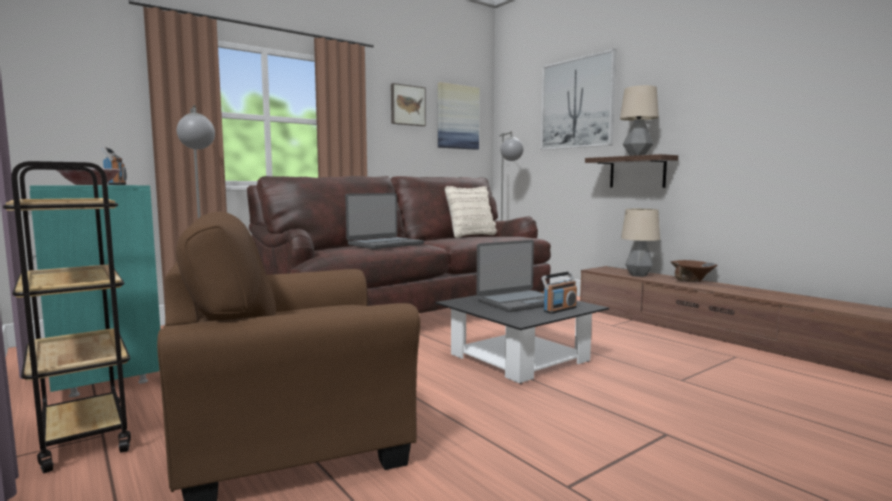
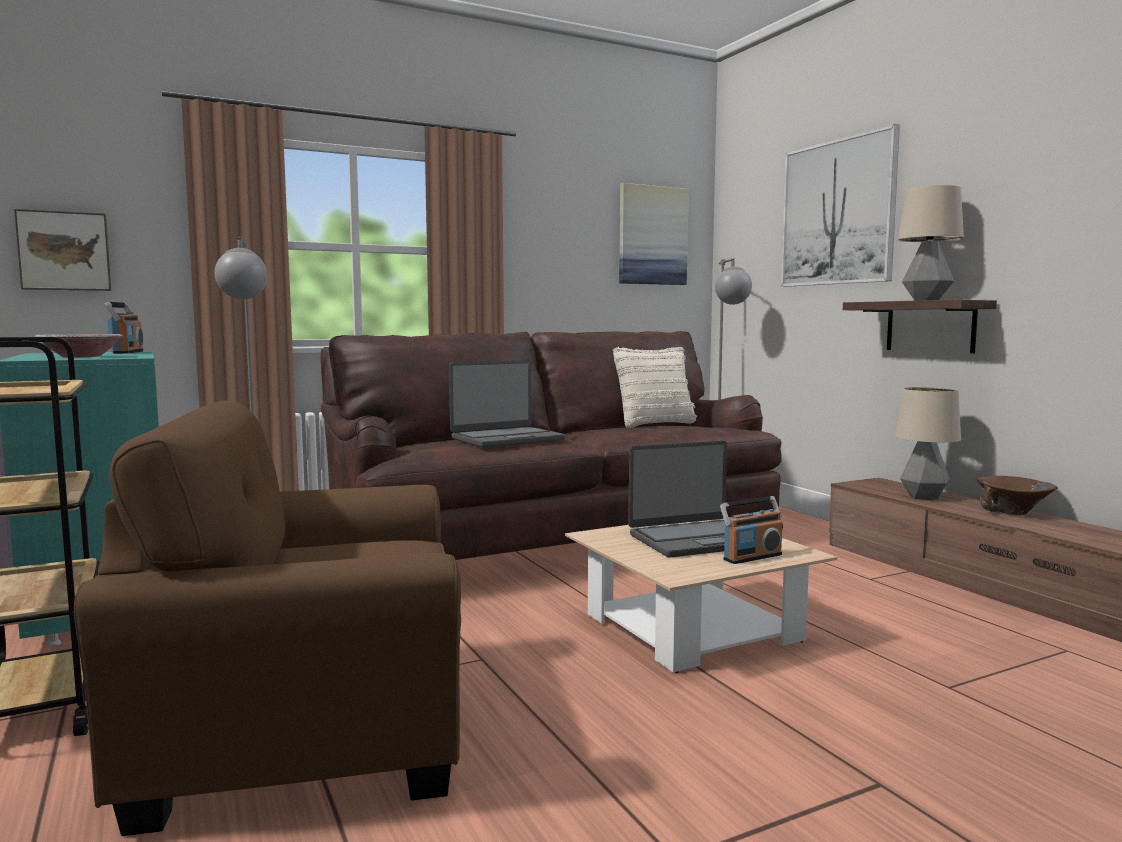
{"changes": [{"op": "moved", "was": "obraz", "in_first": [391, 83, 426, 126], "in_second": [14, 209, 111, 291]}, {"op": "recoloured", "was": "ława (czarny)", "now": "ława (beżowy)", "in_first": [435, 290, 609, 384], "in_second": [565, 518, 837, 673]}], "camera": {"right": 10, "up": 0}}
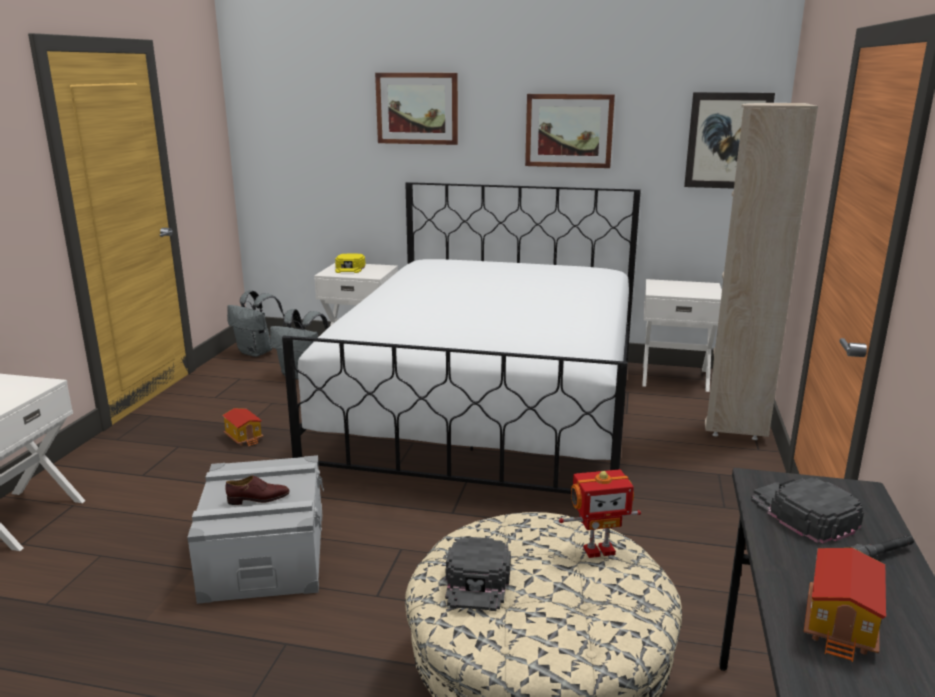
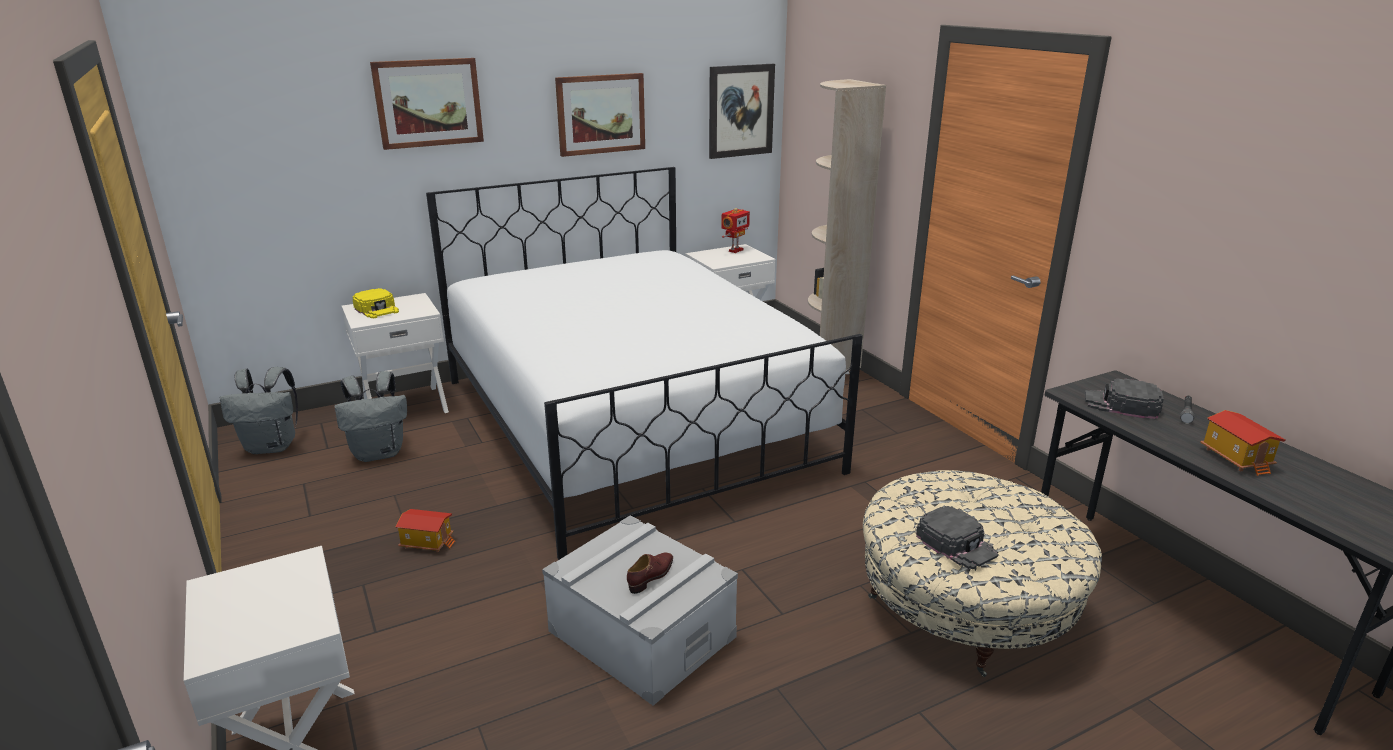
{"changes": [{"op": "moved", "was": "robot zabawkowy", "in_first": [559, 469, 641, 558], "in_second": [721, 208, 750, 253]}], "camera": {"right": -40, "up": 5}}
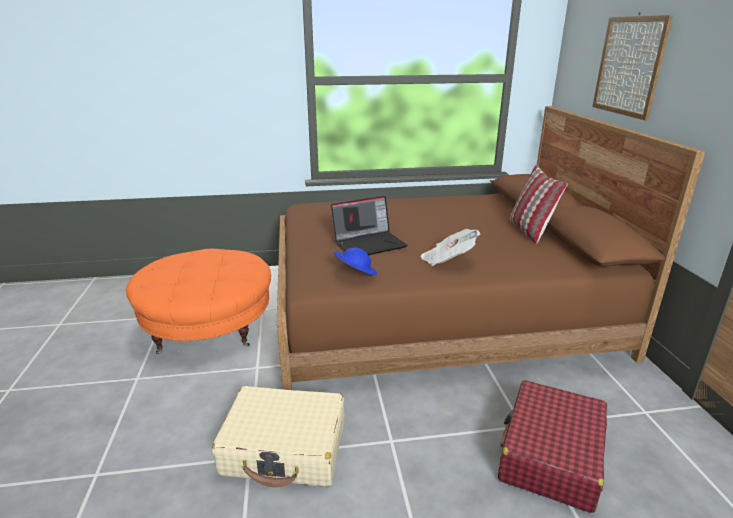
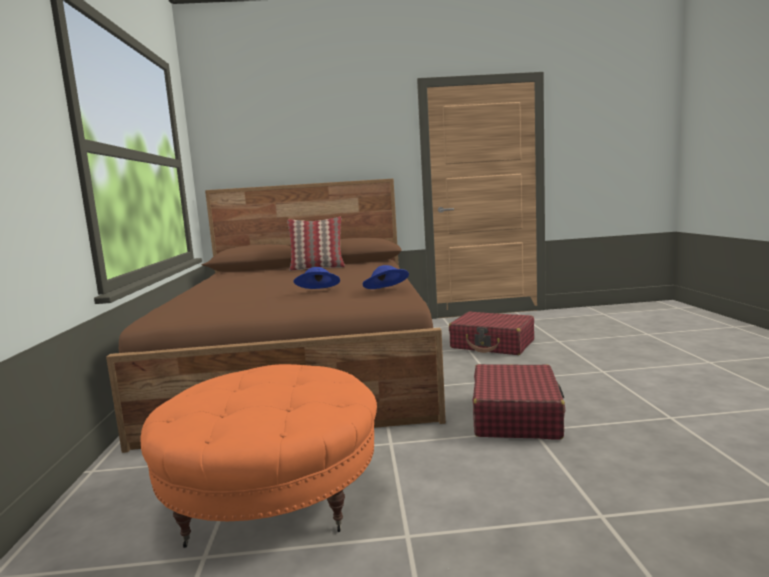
{"changes": [{"op": "removed", "was": "gazeta", "in_first": [421, 229, 480, 266]}, {"op": "removed", "was": "obraz", "in_first": [592, 12, 673, 120]}, {"op": "replaced", "was": "laptop", "now": "kapelusz (niebieski)", "in_first": [331, 196, 408, 255], "in_second": [293, 267, 340, 289]}, {"op": "recoloured", "was": "walizka (beżowy)", "now": "walizka (czerwony)", "in_first": [212, 386, 345, 488], "in_second": [472, 364, 565, 440]}], "camera": {"right": -85, "up": -15}}
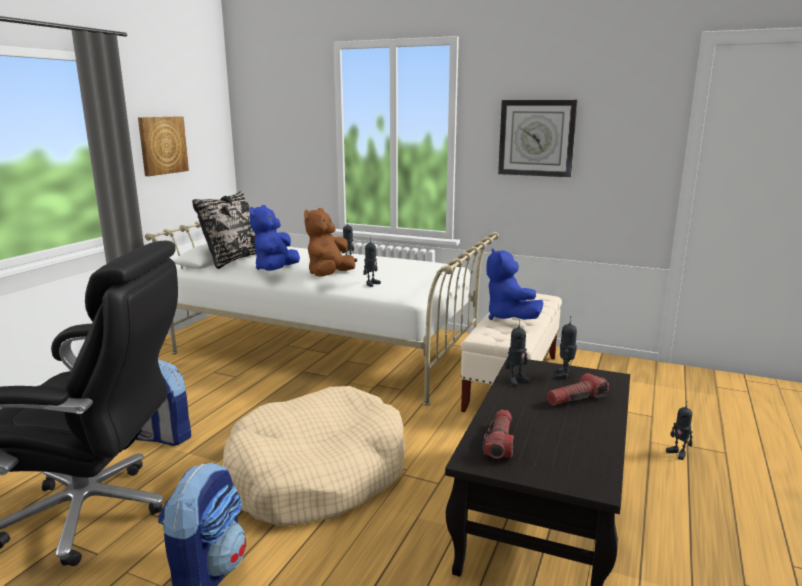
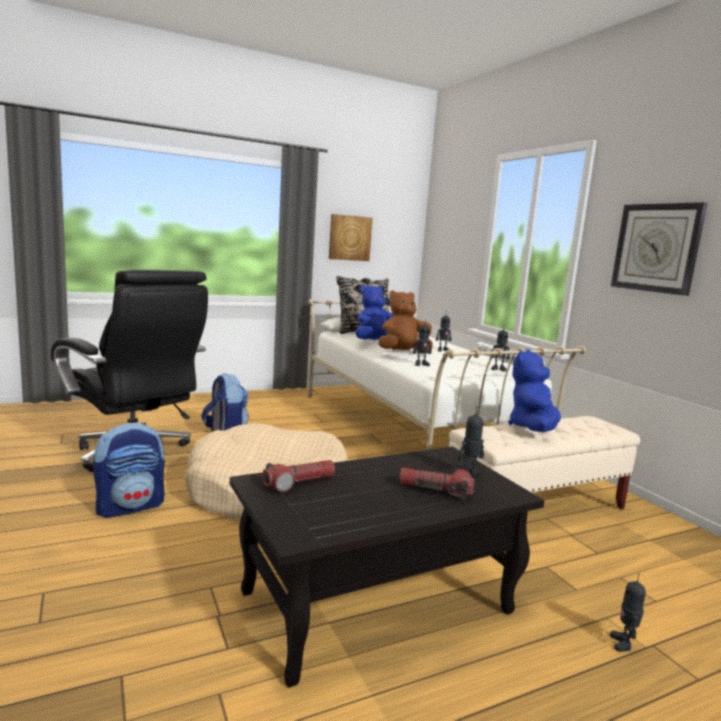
{"changes": [{"op": "moved", "was": "robot zabawkowy", "in_first": [505, 320, 530, 386], "in_second": [490, 324, 510, 371]}], "camera": {"right": 40, "up": -5}}
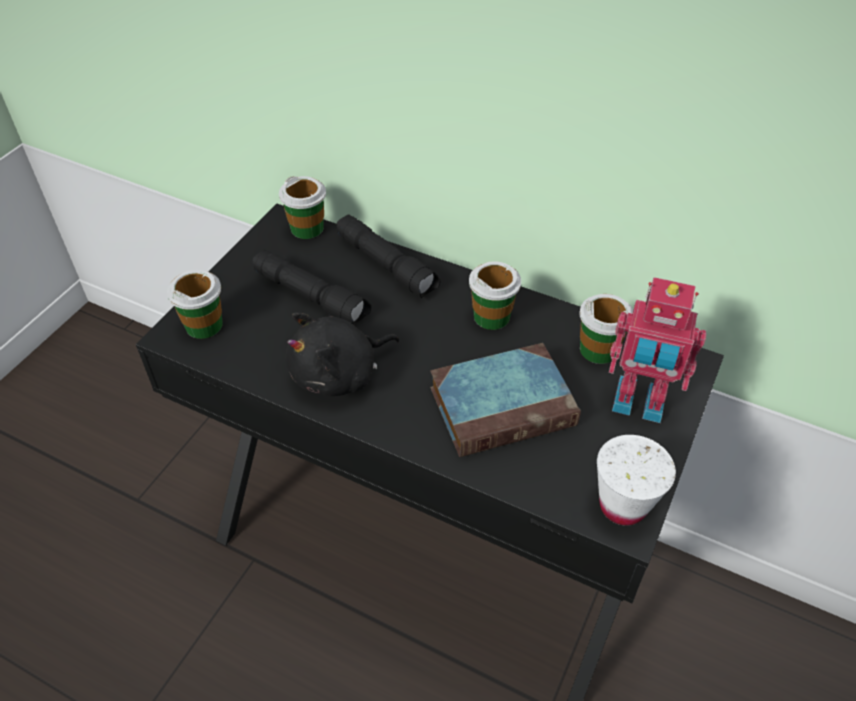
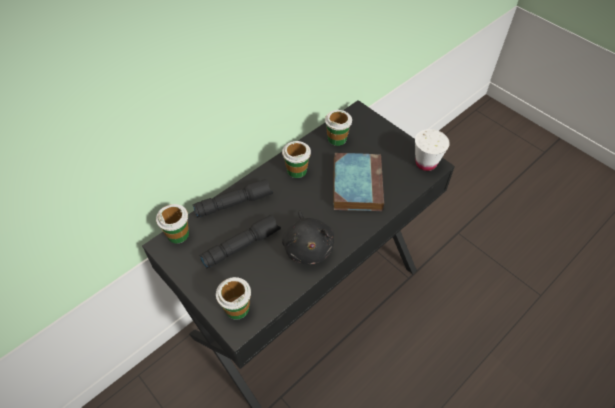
{"changes": [{"op": "removed", "was": "robot zabawkowy", "in_first": [609, 277, 706, 423]}], "camera": {"right": -70, "up": 5}}
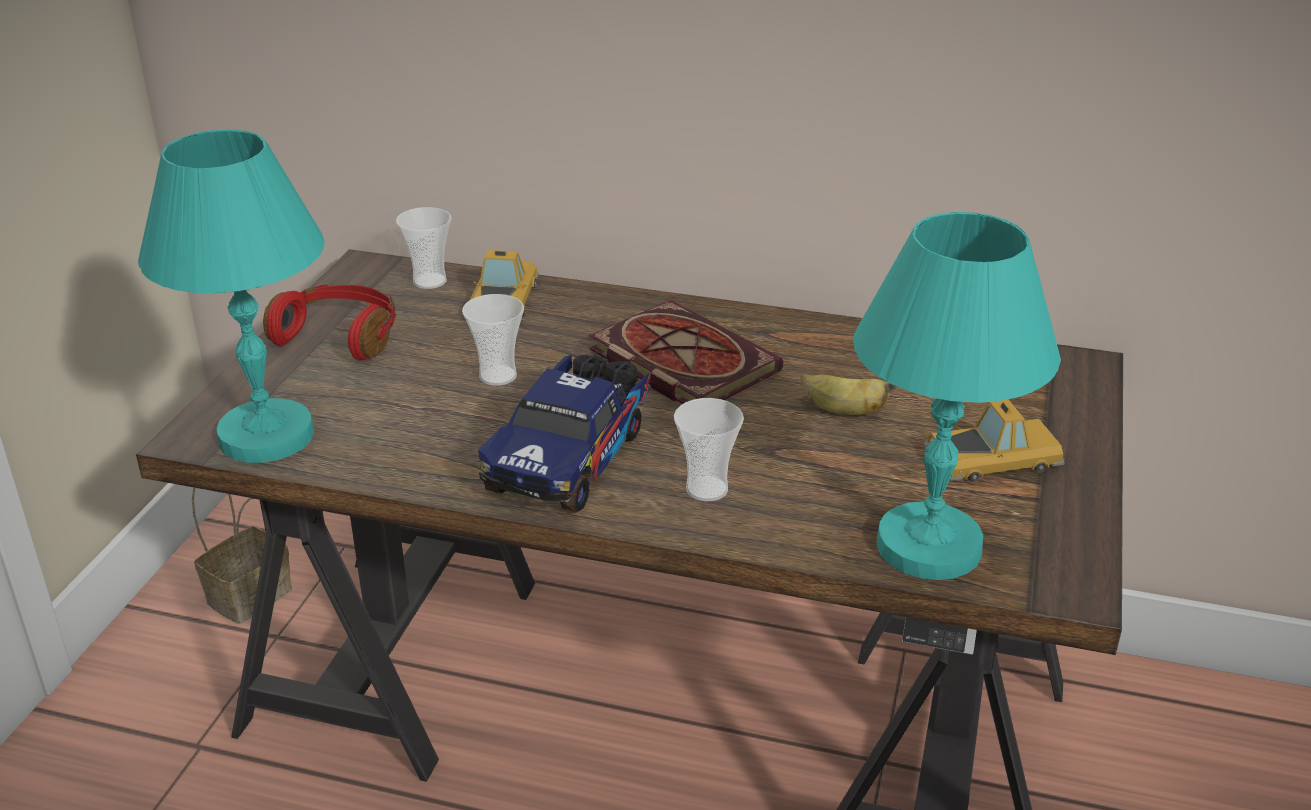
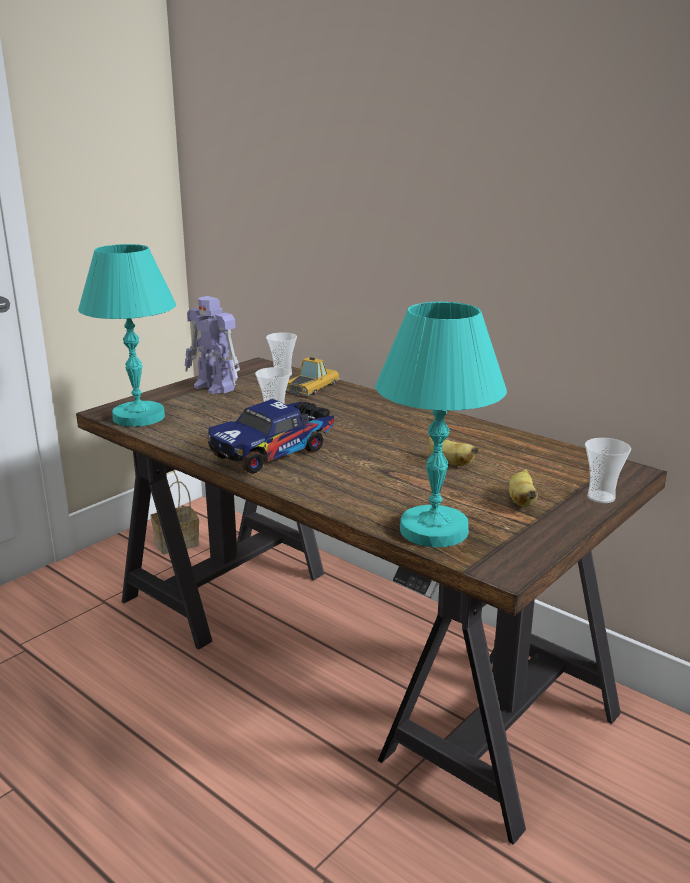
{"changes": [{"op": "removed", "was": "książka", "in_first": [589, 300, 783, 404]}, {"op": "moved", "was": "filiżanka", "in_first": [674, 398, 744, 502], "in_second": [585, 438, 631, 503]}, {"op": "replaced", "was": "słuchawki (czerwony)", "now": "robot zabawkowy", "in_first": [263, 284, 396, 360], "in_second": [185, 296, 240, 394]}, {"op": "replaced", "was": "samochodzik", "now": "banan", "in_first": [924, 399, 1065, 482], "in_second": [508, 469, 538, 507]}], "camera": {"right": 25, "up": -10}}
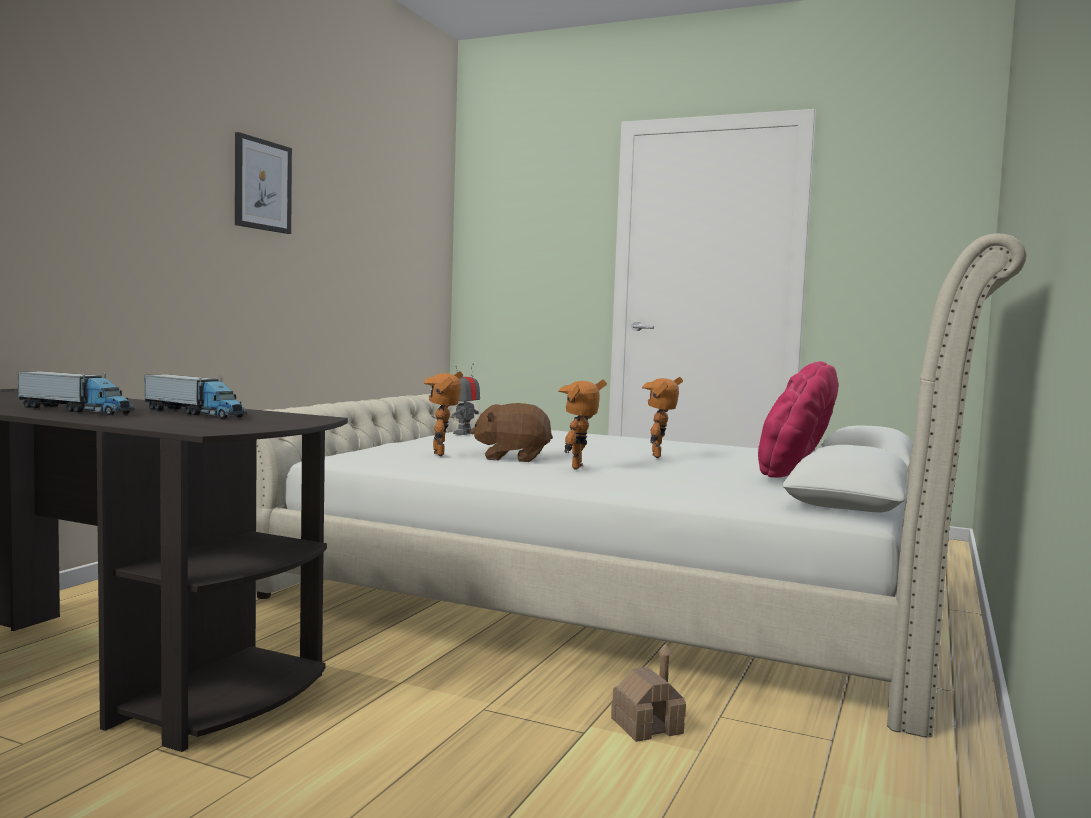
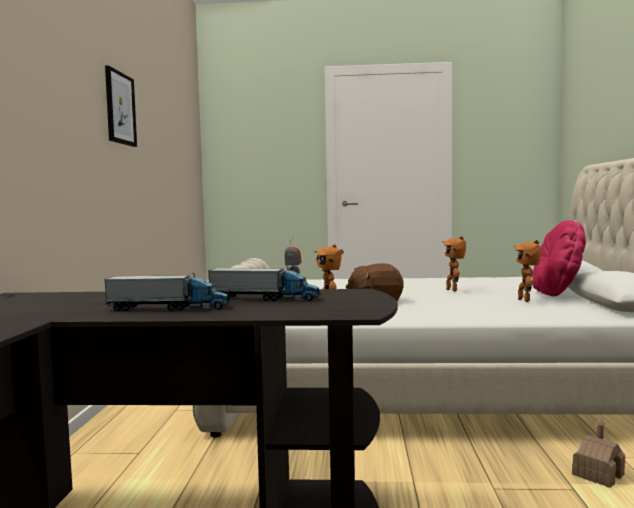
{"changes": [{"op": "moved", "was": "robot zabawkowy", "in_first": [558, 379, 607, 470], "in_second": [514, 240, 541, 302]}], "camera": {"right": -20, "up": 0}}
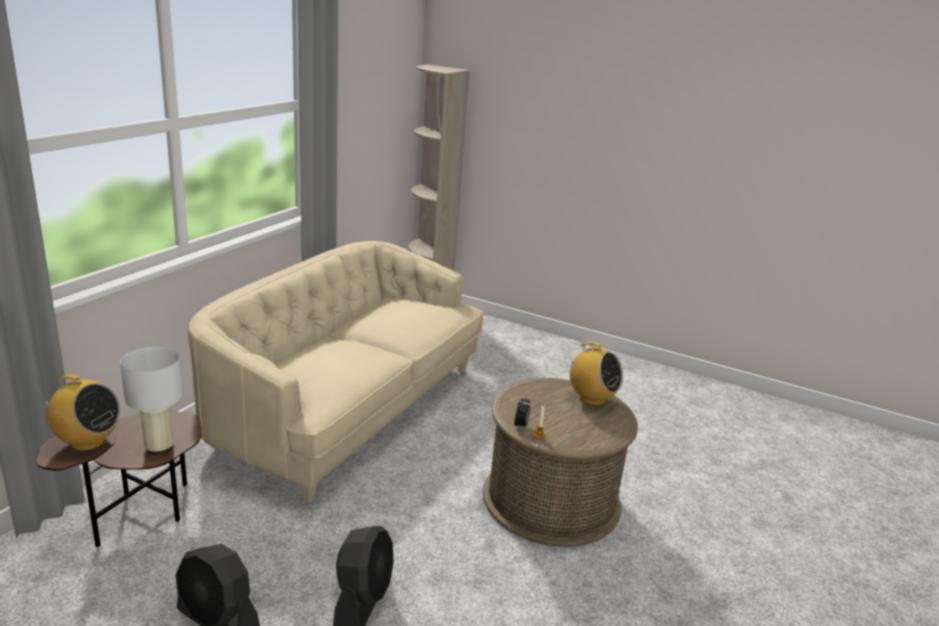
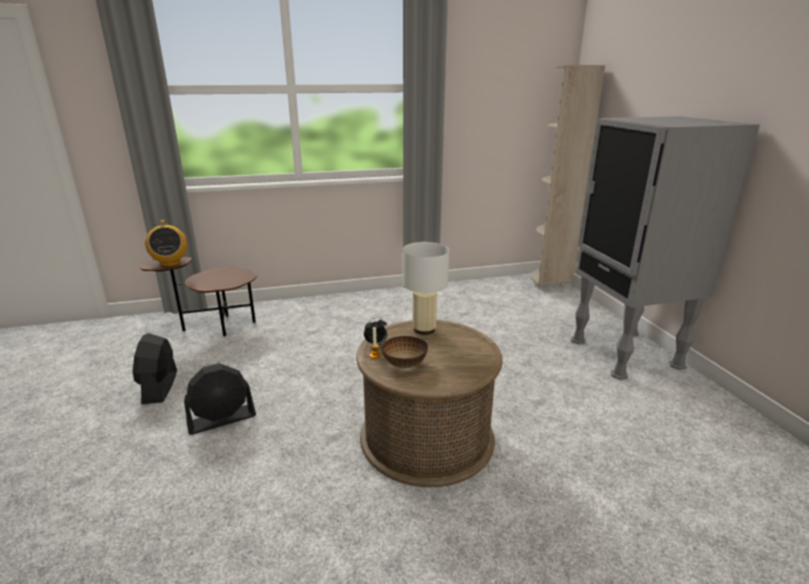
{"changes": [{"op": "removed", "was": "kanapa (beżowy)", "in_first": [188, 241, 484, 504]}, {"op": "removed", "was": "radio", "in_first": [568, 342, 623, 406]}, {"op": "added", "now": "miska", "in_second": [382, 336, 428, 368]}, {"op": "added", "now": "szafka (szary)", "in_second": [571, 116, 760, 380]}, {"op": "moved", "was": "lampa stołowa (biały)", "in_first": [120, 346, 182, 455], "in_second": [402, 242, 449, 335]}], "camera": {"right": 50, "up": 0}}
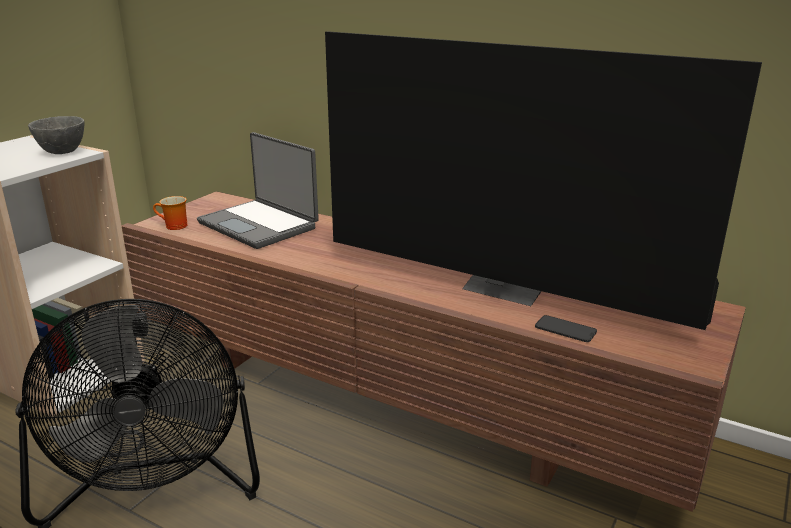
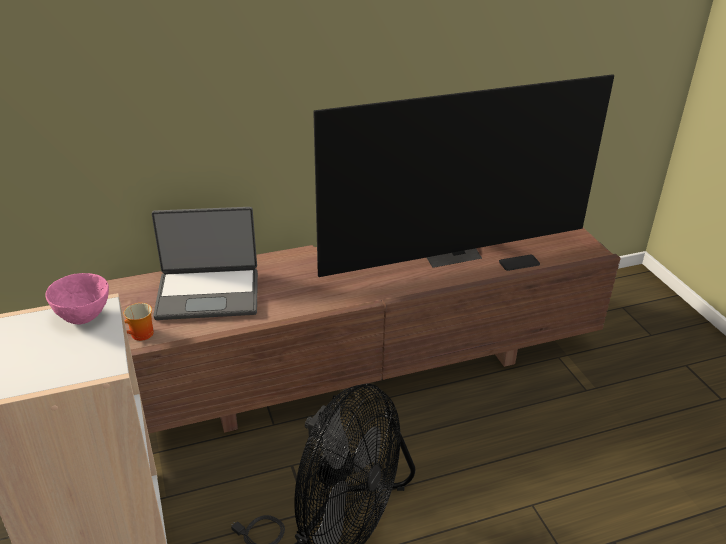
{"changes": [{"op": "recoloured", "was": "miska (szary)", "now": "miska (różowy)", "in_first": [28, 116, 85, 154], "in_second": [45, 273, 109, 324]}], "camera": {"right": -50, "up": 10}}
